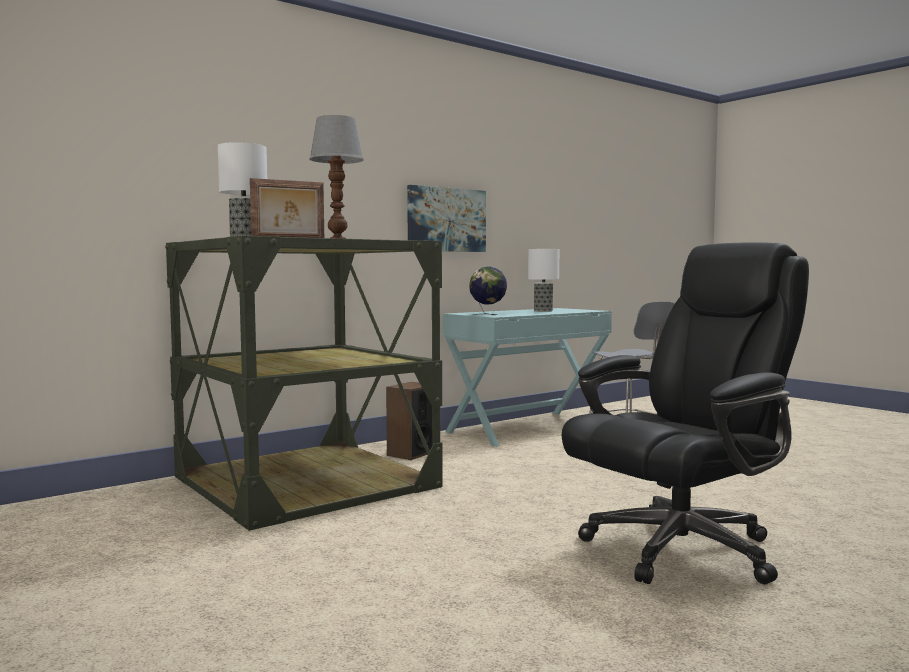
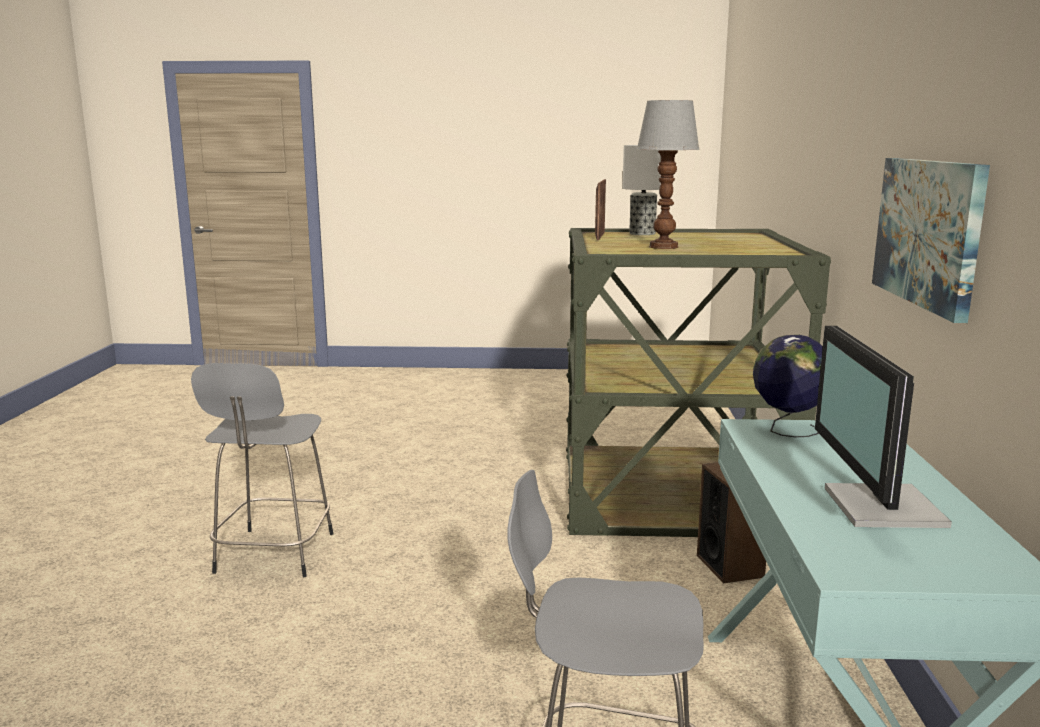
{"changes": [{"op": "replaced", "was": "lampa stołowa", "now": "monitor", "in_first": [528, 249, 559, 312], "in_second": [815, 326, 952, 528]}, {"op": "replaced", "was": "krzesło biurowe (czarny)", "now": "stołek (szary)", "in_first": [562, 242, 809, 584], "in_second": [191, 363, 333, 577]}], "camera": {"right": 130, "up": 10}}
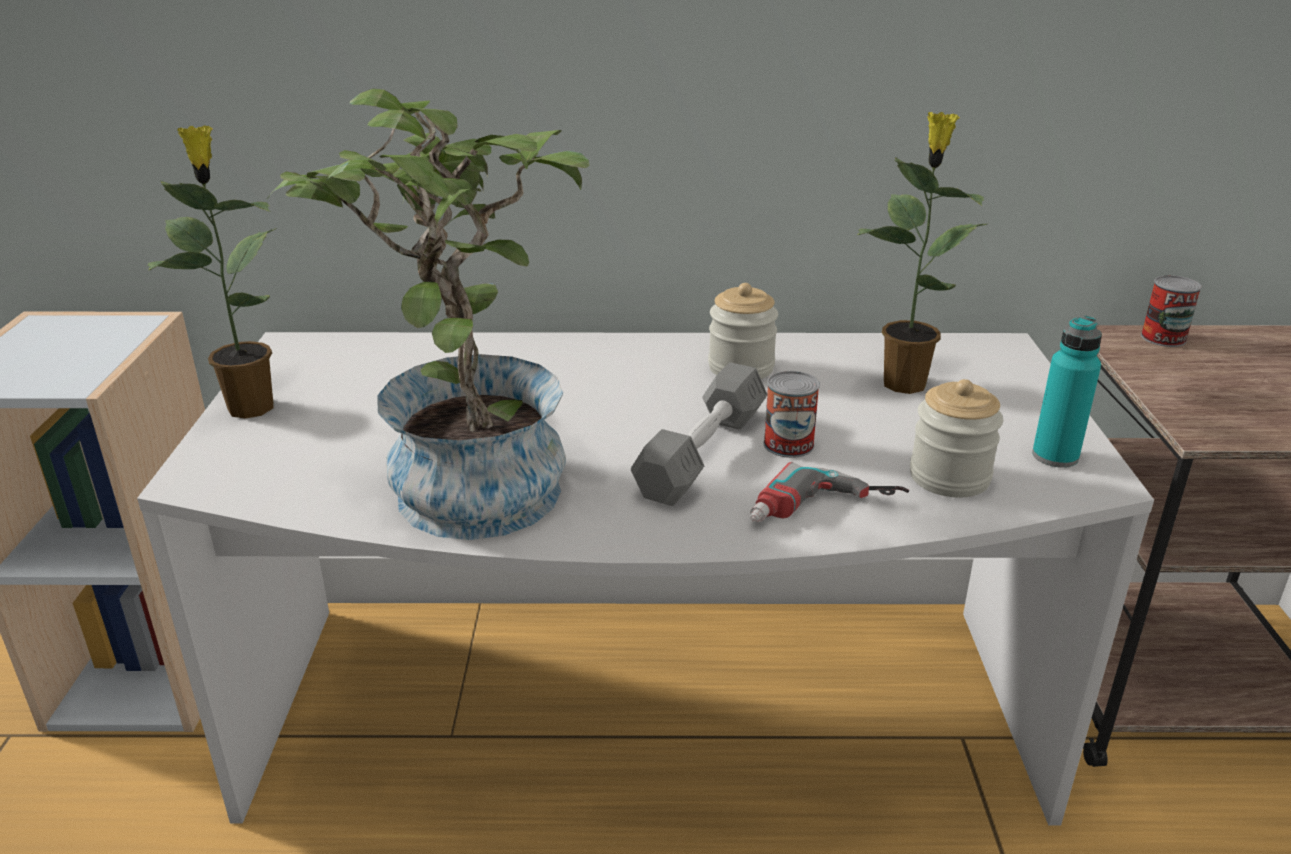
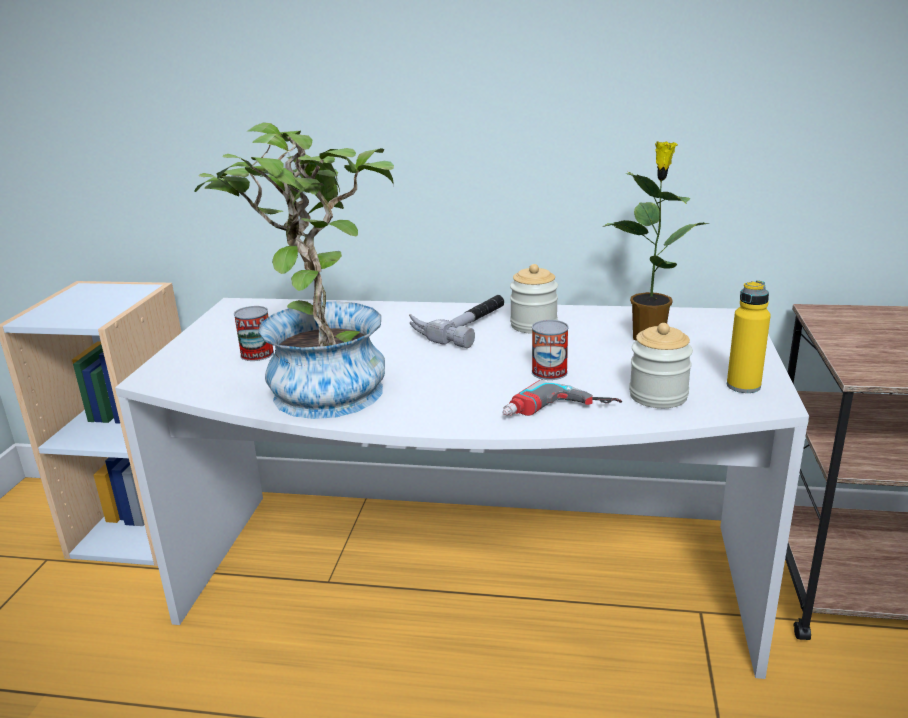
{"changes": [{"op": "removed", "was": "roślina doniczkowa", "in_first": [146, 126, 277, 419]}, {"op": "removed", "was": "hantel (szary)", "in_first": [631, 362, 767, 506]}, {"op": "added", "now": "młotek", "in_second": [409, 295, 504, 348]}, {"op": "moved", "was": "puszka", "in_first": [1141, 275, 1202, 347], "in_second": [234, 306, 274, 361]}, {"op": "recoloured", "was": "butelka (turkusowy)", "now": "butelka (żółty)", "in_first": [1032, 316, 1102, 468], "in_second": [727, 280, 771, 393]}], "camera": {"right": 10, "up": -5}}
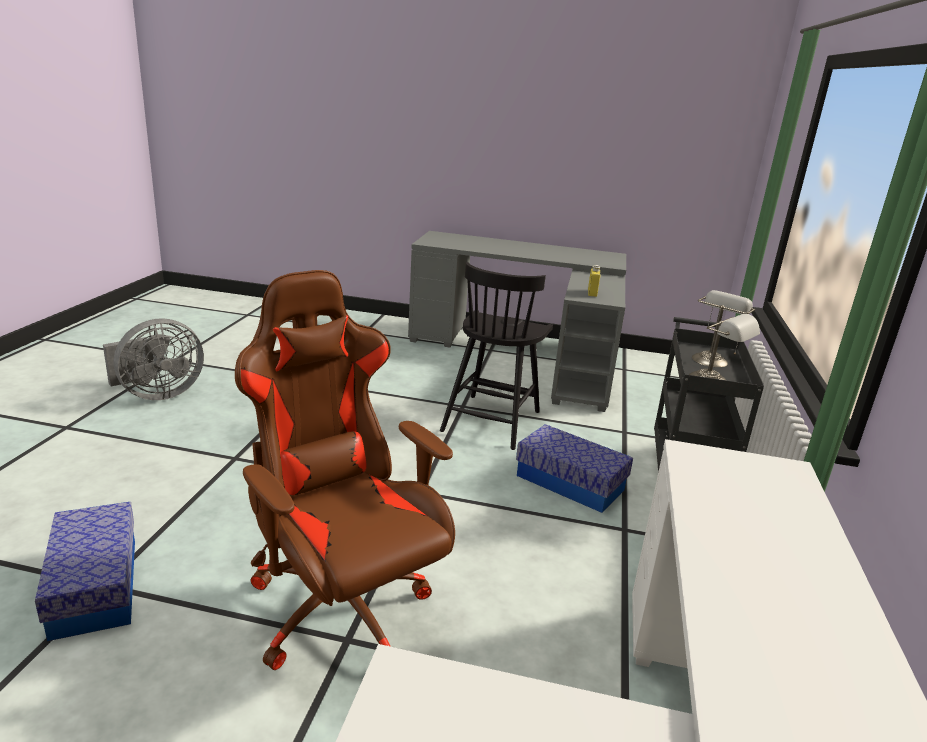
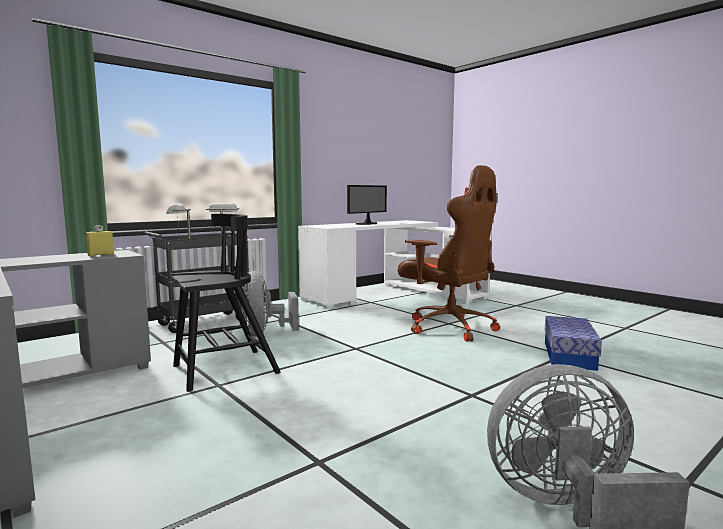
{"changes": [{"op": "added", "now": "monitor", "in_second": [347, 185, 387, 225]}, {"op": "replaced", "was": "pojemnik do przechowywania", "now": "wentylator (szary)", "in_first": [516, 424, 633, 513], "in_second": [241, 271, 299, 337]}, {"op": "turned", "was": "krzesło biurowe (brązowy)", "in_first": [235, 270, 455, 670], "in_second": [398, 165, 500, 342], "clockwise": -45}], "camera": {"right": -140, "up": -15}}
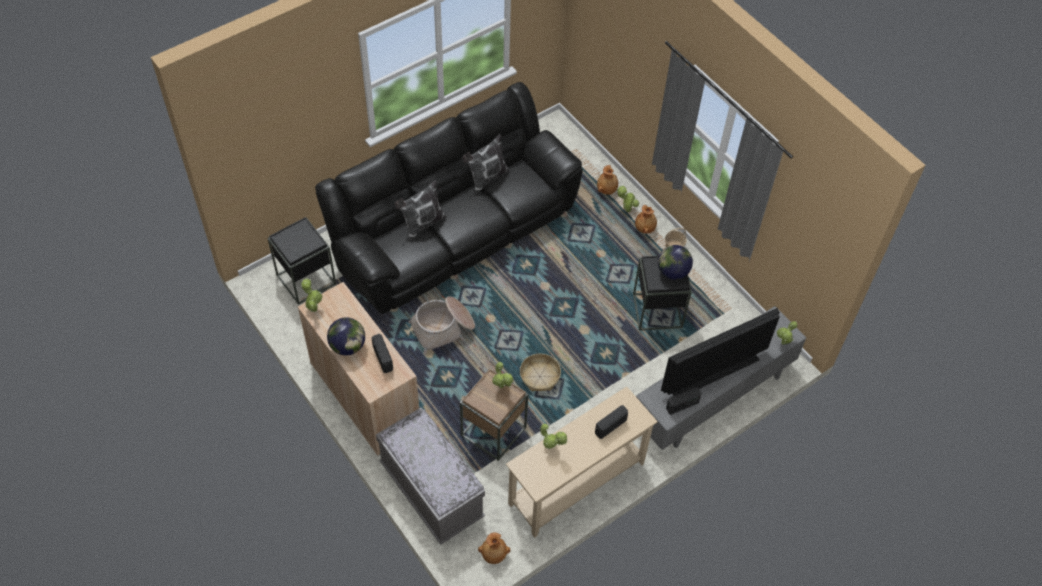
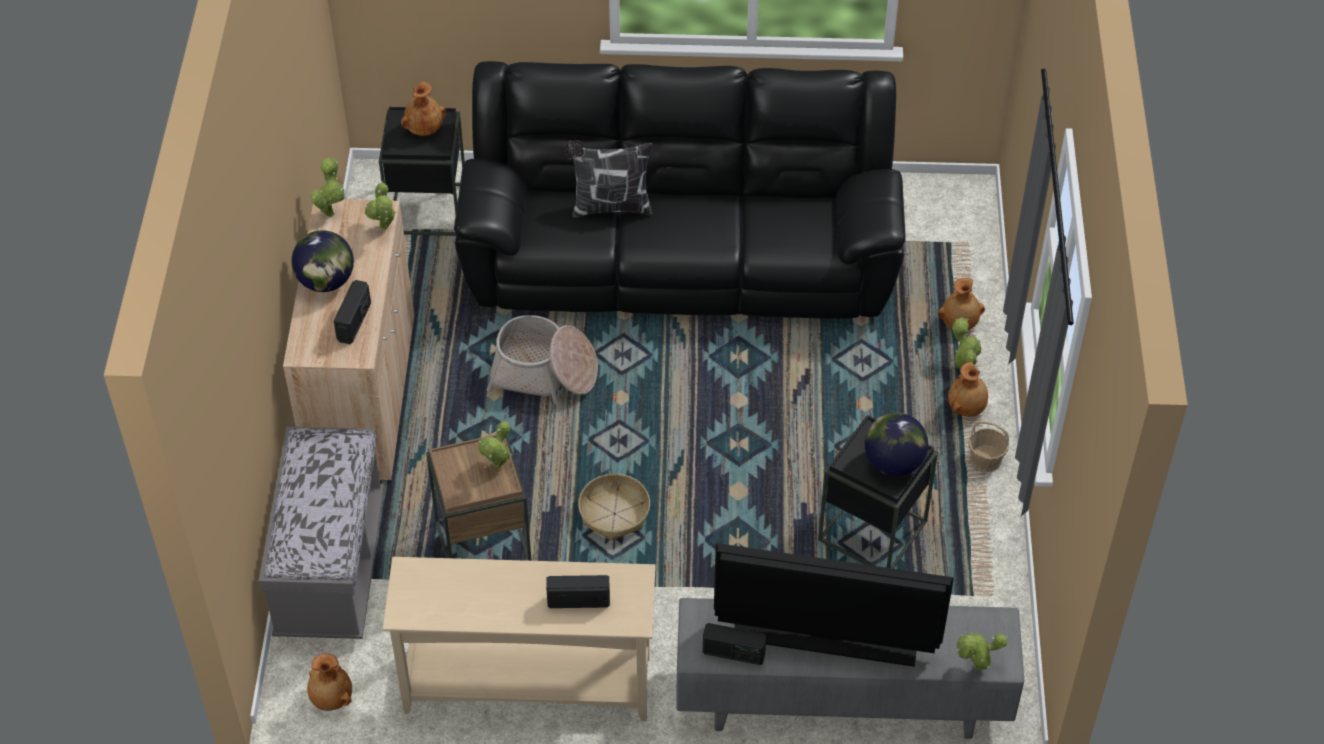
{"changes": [{"op": "removed", "was": "poduszka", "in_first": [463, 134, 510, 194]}, {"op": "added", "now": "wazon (brązowy)", "in_second": [401, 81, 447, 136]}, {"op": "moved", "was": "roślina doniczkowa", "in_first": [540, 423, 568, 449], "in_second": [365, 181, 397, 230]}], "camera": {"right": 40, "up": -5}}
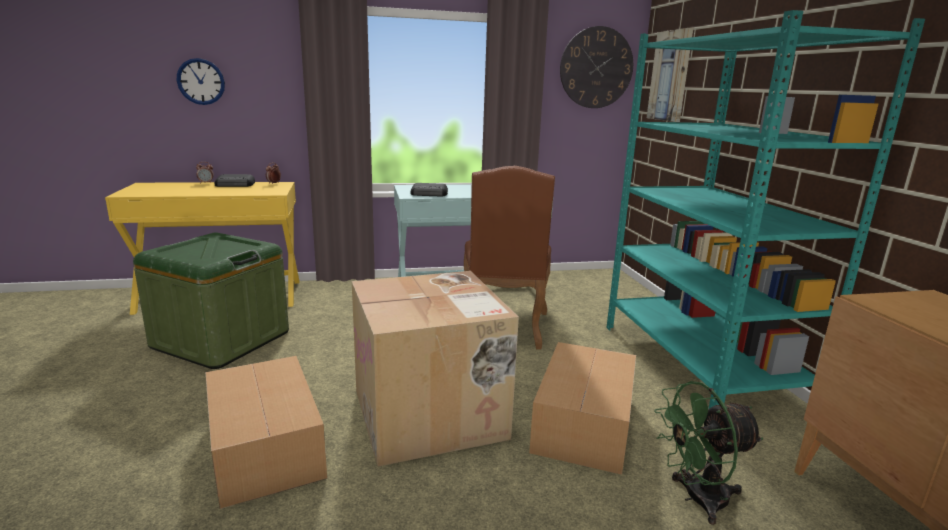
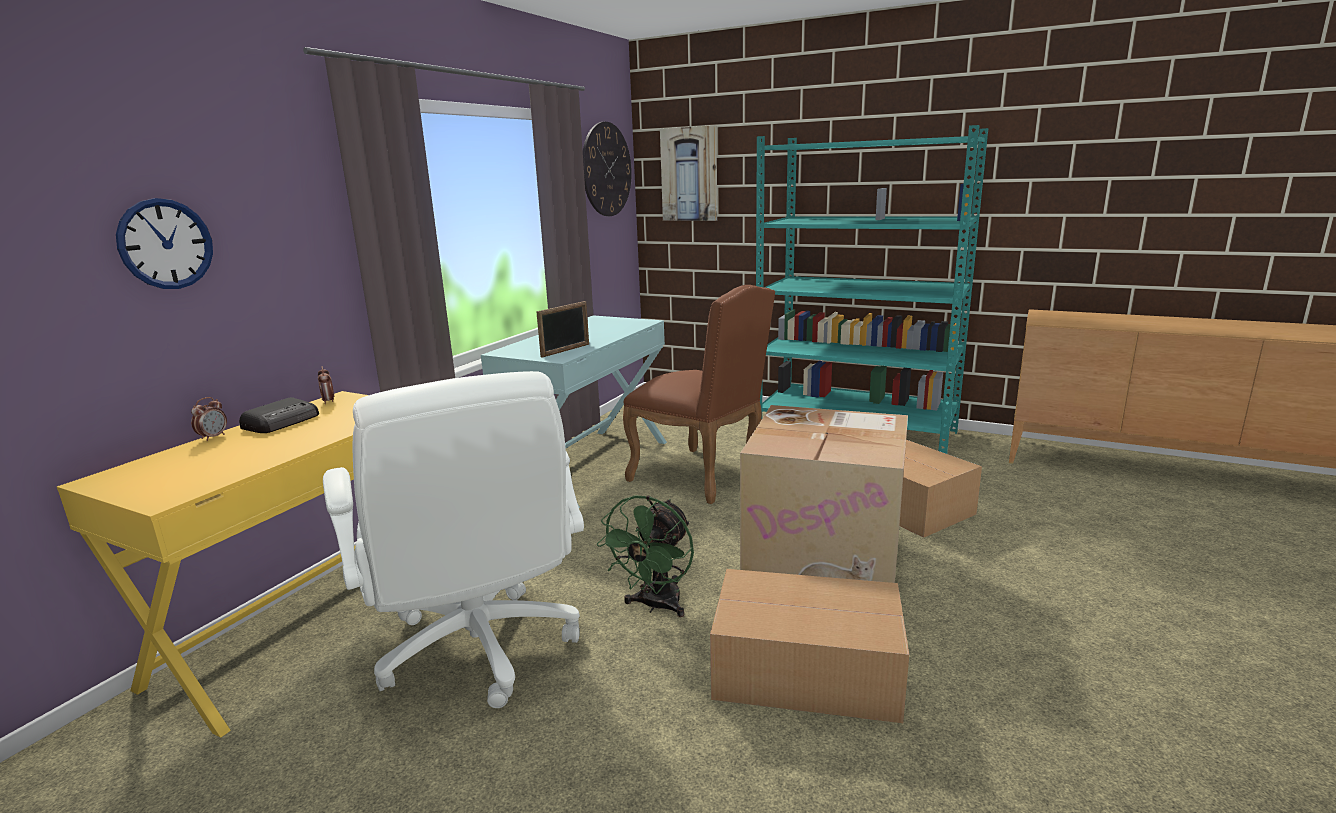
{"changes": [{"op": "moved", "was": "wentylator (zielony)", "in_first": [654, 381, 763, 525], "in_second": [597, 495, 694, 618]}, {"op": "replaced", "was": "pojemnik do przechowywania (zielony)", "now": "krzesło biurowe (biały)", "in_first": [133, 232, 289, 369], "in_second": [323, 371, 584, 708]}, {"op": "replaced", "was": "radio", "now": "ramka na zdjęcie", "in_first": [411, 183, 448, 196], "in_second": [536, 301, 589, 358]}], "camera": {"right": -50, "up": 0}}
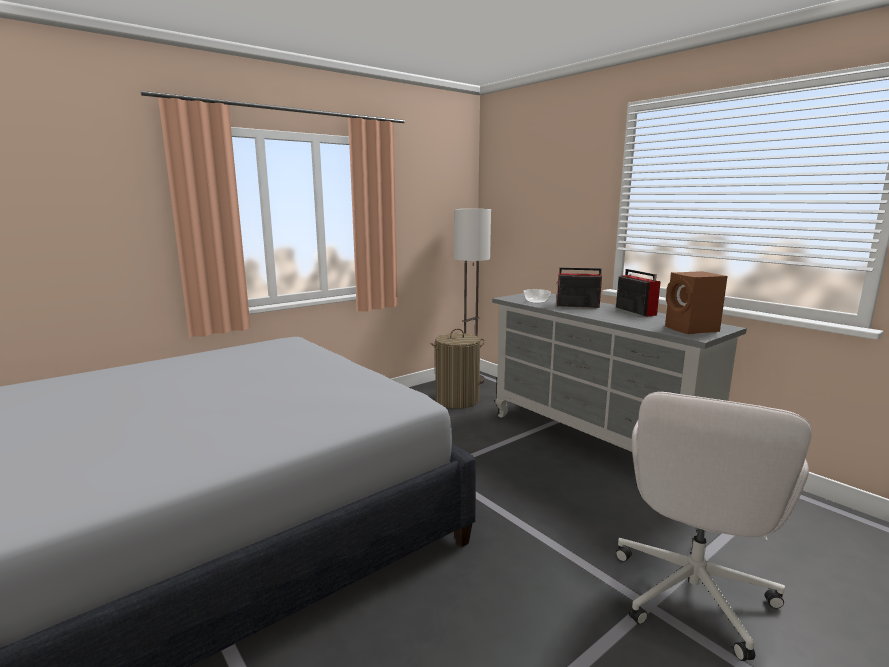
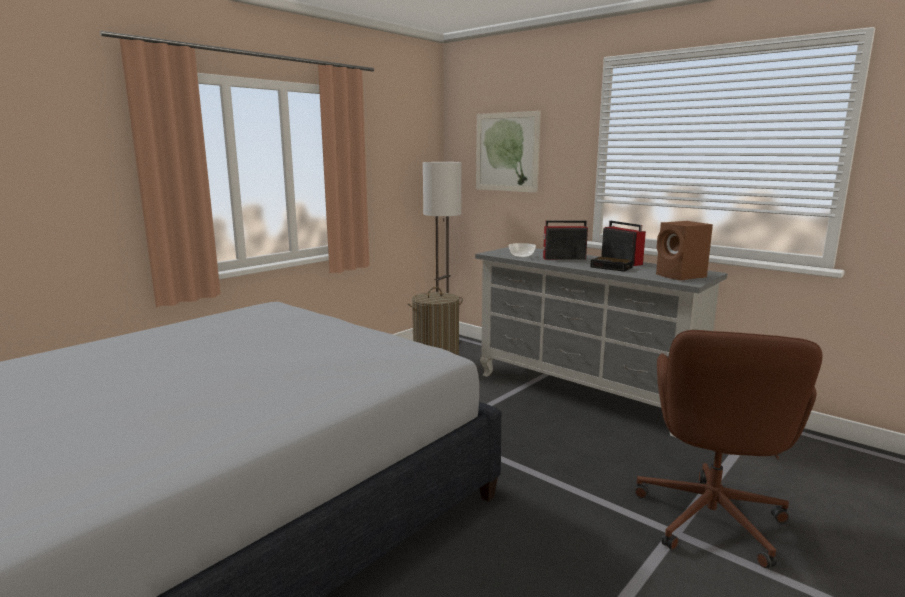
{"changes": [{"op": "added", "now": "obraz", "in_second": [476, 111, 541, 193]}, {"op": "added", "now": "budzik", "in_second": [590, 257, 633, 272]}, {"op": "recoloured", "was": "krzesło biurowe (biały)", "now": "krzesło biurowe (brązowy)", "in_first": [616, 392, 812, 661], "in_second": [635, 330, 823, 568]}], "camera": {"right": -10, "up": 0}}
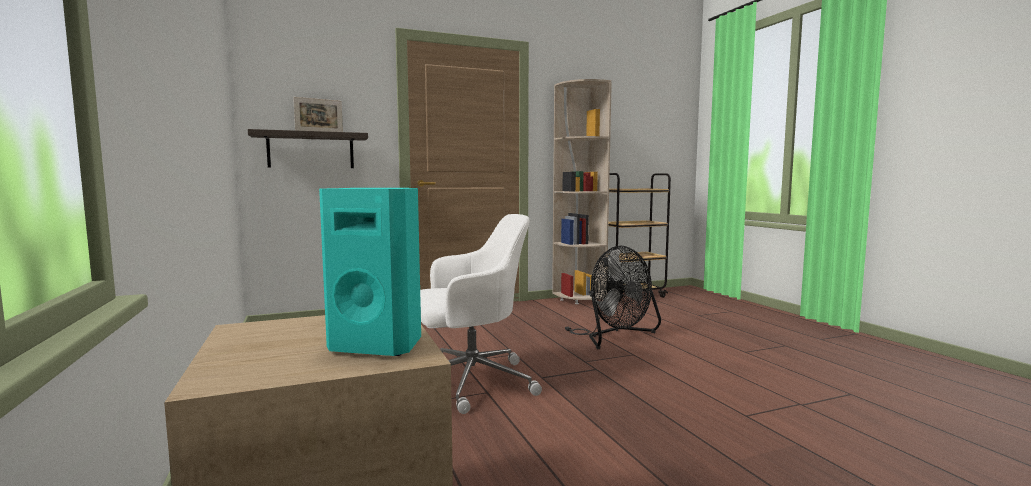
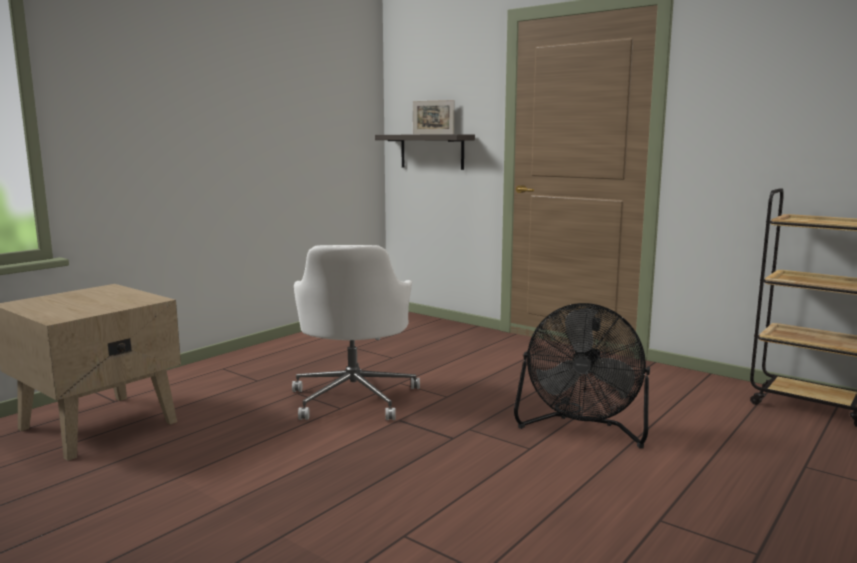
{"changes": [{"op": "removed", "was": "głośnik (turkusowy)", "in_first": [319, 188, 421, 356]}, {"op": "removed", "was": "regał (beżowy)", "in_first": [552, 79, 612, 304]}, {"op": "turned", "was": "krzesło biurowe (biały)", "in_first": [420, 214, 542, 414], "in_second": [292, 245, 420, 420], "clockwise": 45}], "camera": {"right": 60, "up": 5}}
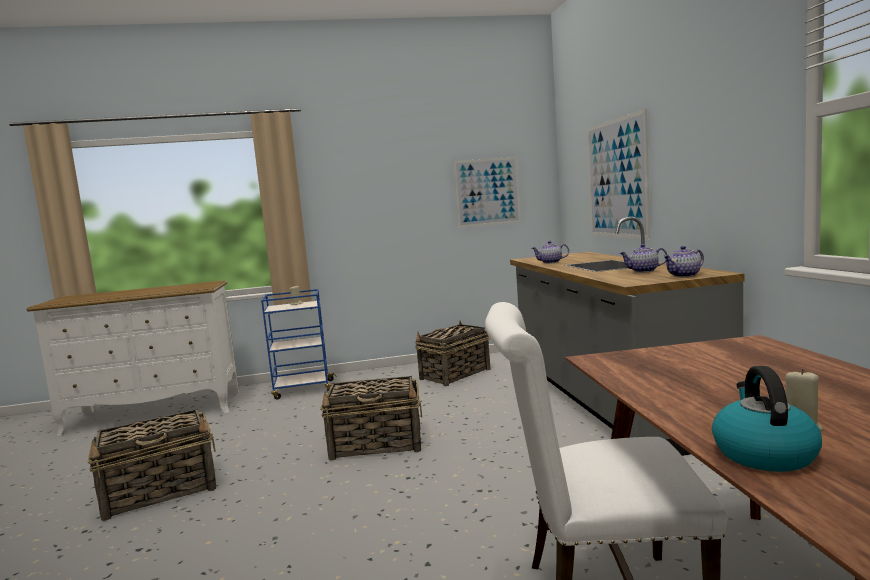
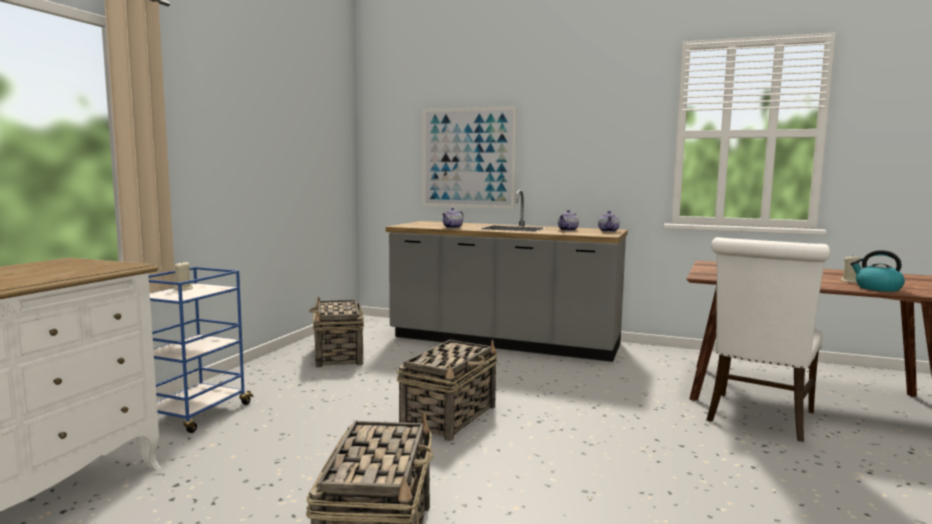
{"changes": [{"op": "removed", "was": "obraz", "in_first": [453, 157, 521, 228]}], "camera": {"right": -60, "up": 0}}
